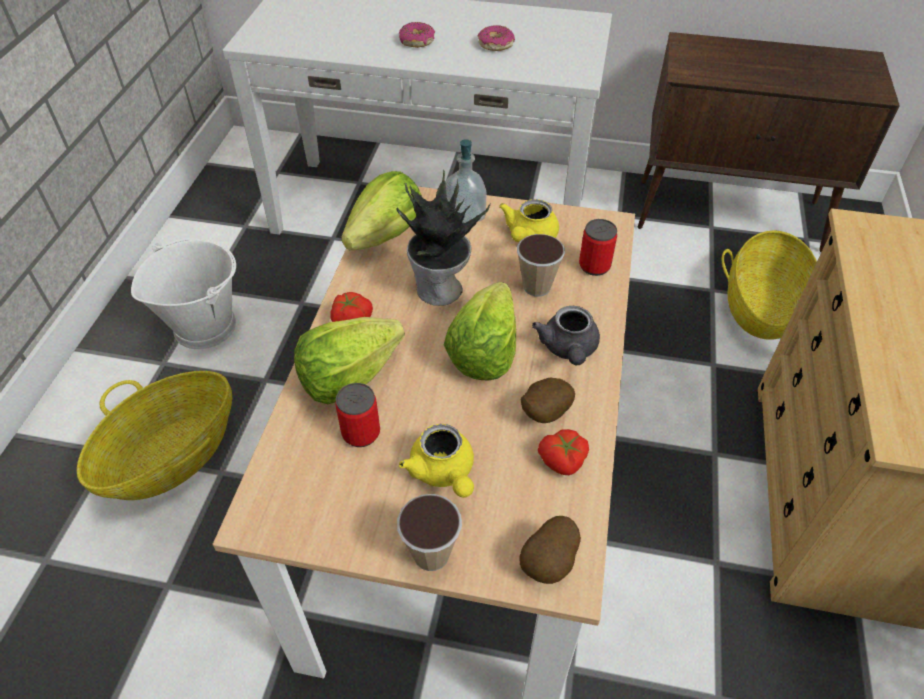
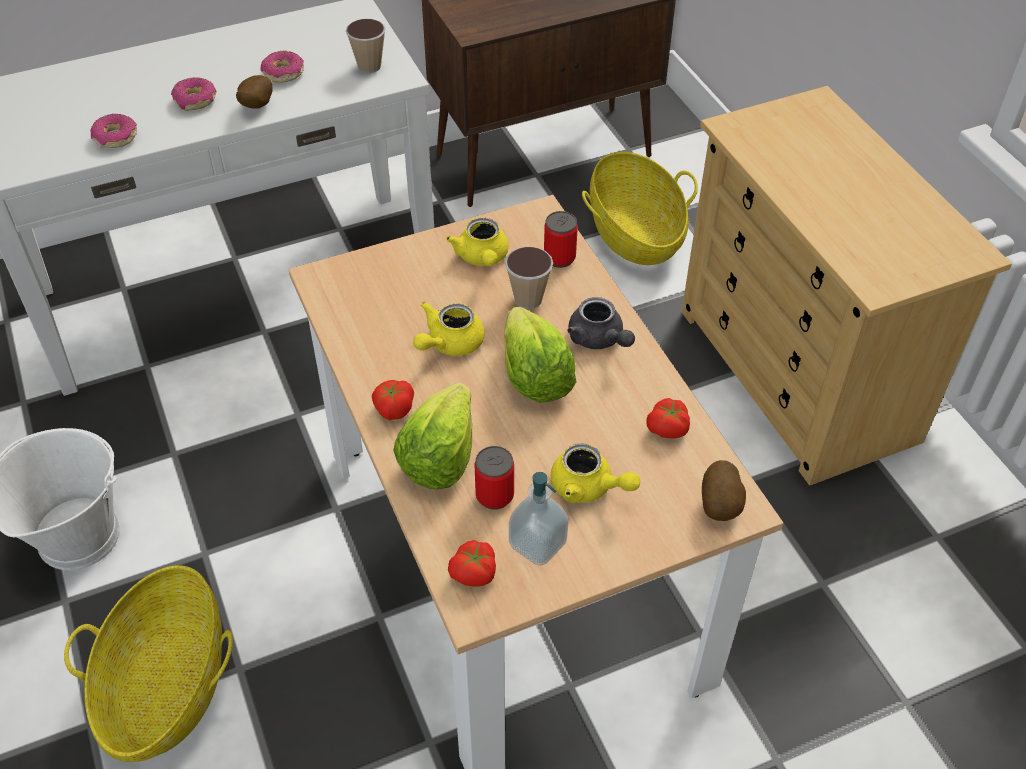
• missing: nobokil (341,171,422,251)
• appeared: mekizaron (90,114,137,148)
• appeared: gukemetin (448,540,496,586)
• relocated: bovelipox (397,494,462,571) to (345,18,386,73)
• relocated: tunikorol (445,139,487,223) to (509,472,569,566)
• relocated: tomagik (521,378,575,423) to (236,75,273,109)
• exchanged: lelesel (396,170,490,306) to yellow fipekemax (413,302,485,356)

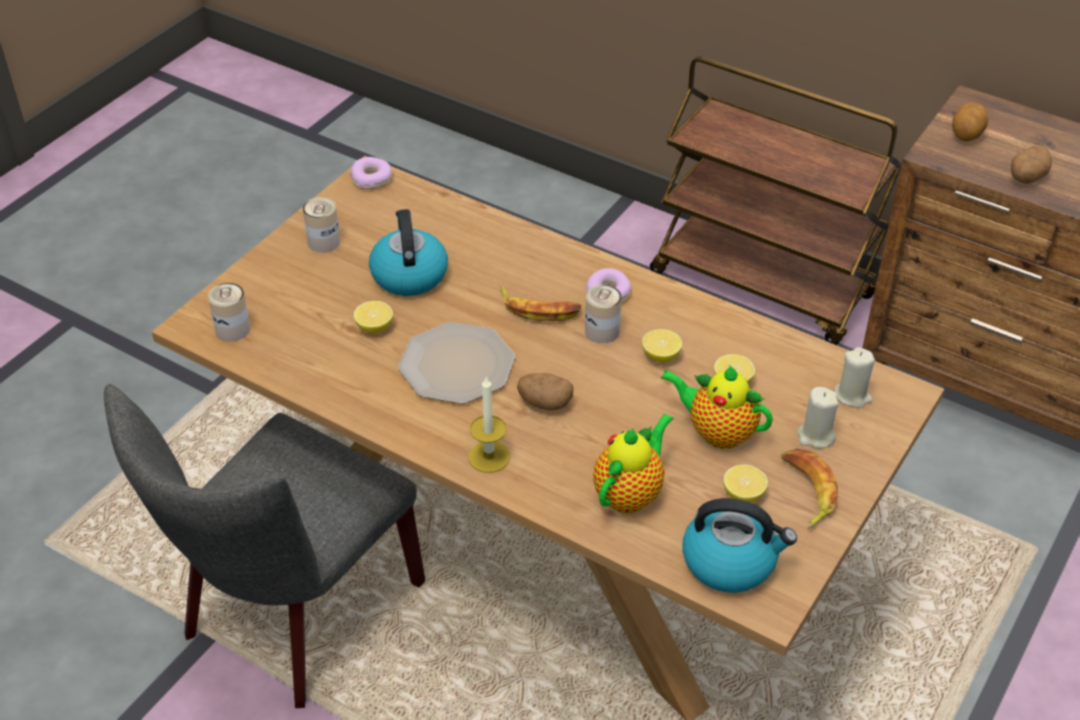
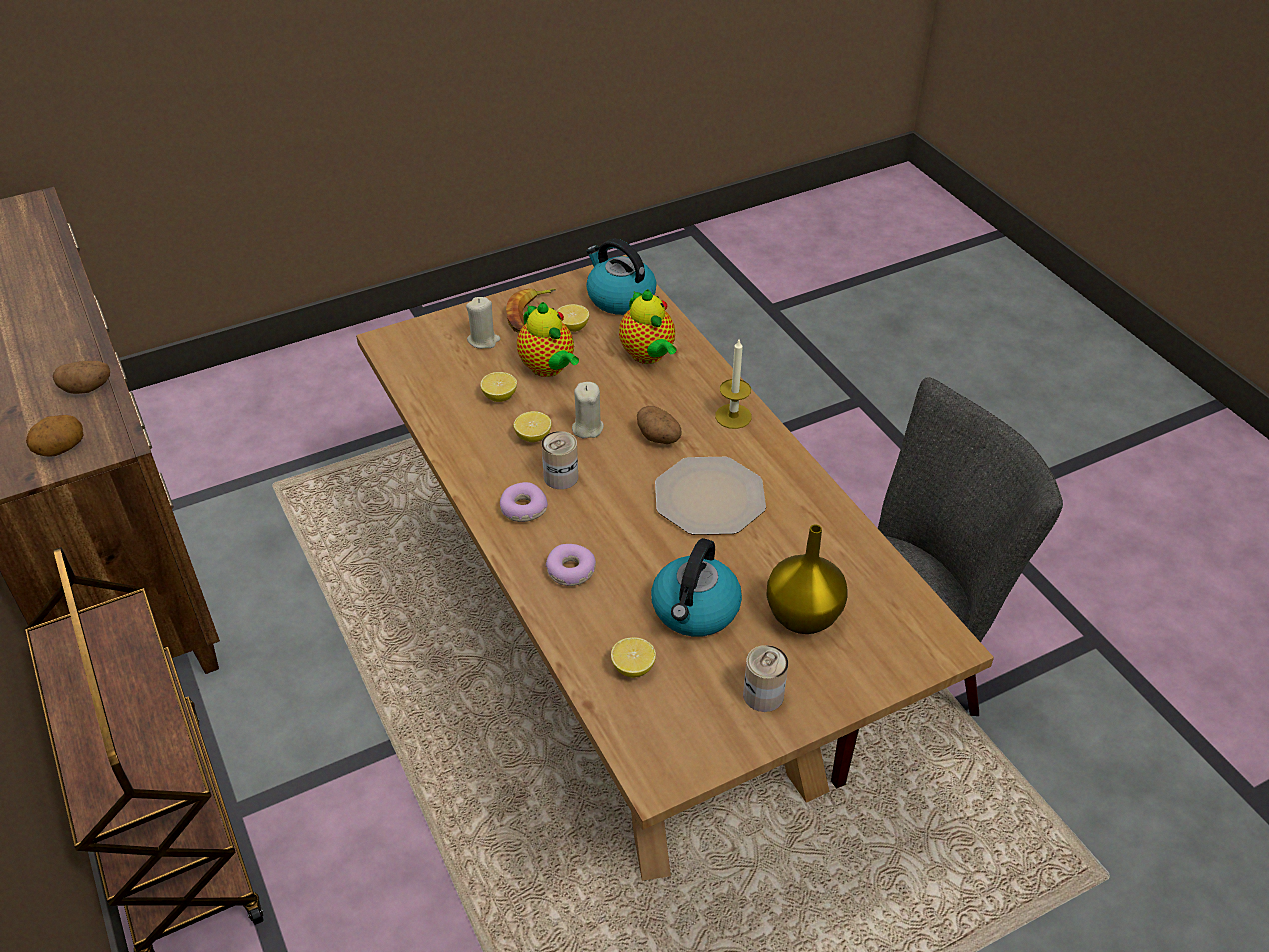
• missing: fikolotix (208,283,251,341)
• missing: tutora (500,286,582,321)
• appeared: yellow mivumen (766,524,847,634)
• relocated: mekizaron (350,157,392,189) to (546,544,596,586)
• relocated: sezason (354,301,393,333) to (611,637,656,678)
• relocated: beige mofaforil (834,347,875,408) to (572,382,604,438)
• spun: fipekemax (593,413,674,513) = (619,289,676,364) 90 degrees counterclockwise

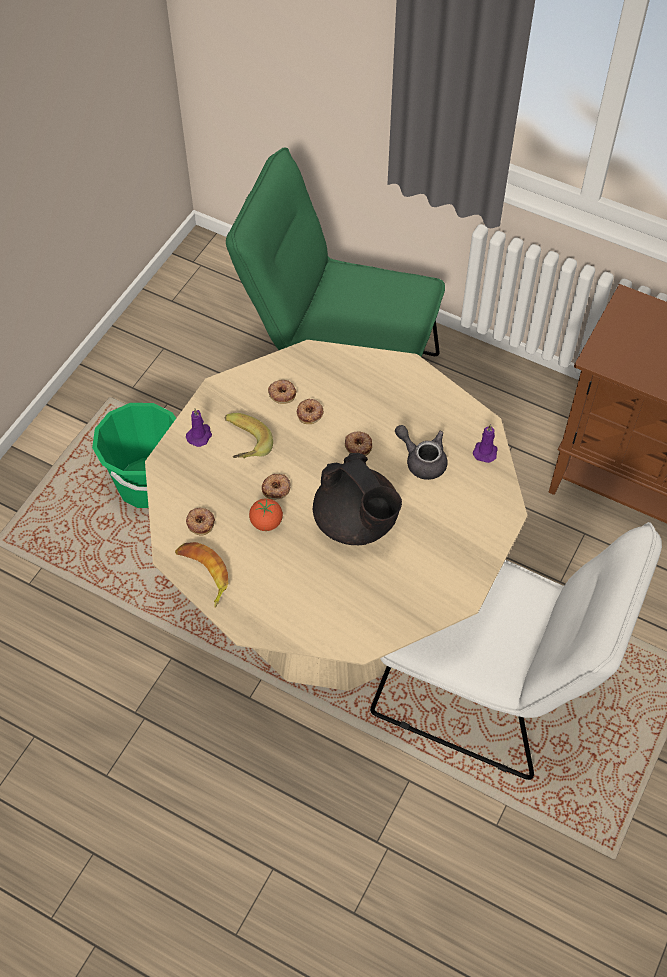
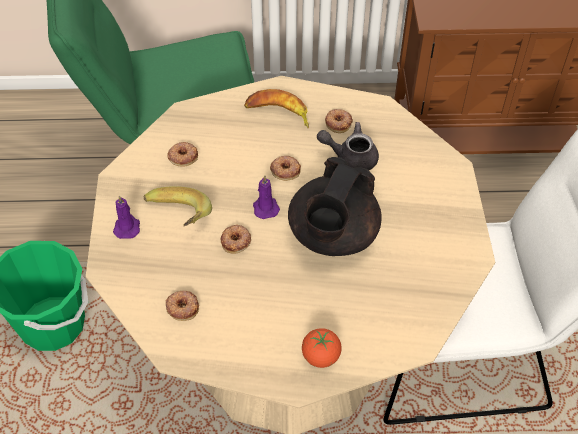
• relocated: tutora (175,542,228,608) to (244,89,309,129)
• relocated: gukemetin (249,498,283,531) to (302,328,342,368)
• relocated: mekizaron (297,399,324,424) to (325,109,353,133)
• relocated: purple mofaforil (473,424,498,463) to (253,175,280,219)
• spun: black fipekemax (313,453,402,545) = (288,157,382,256) 90 degrees clockwise

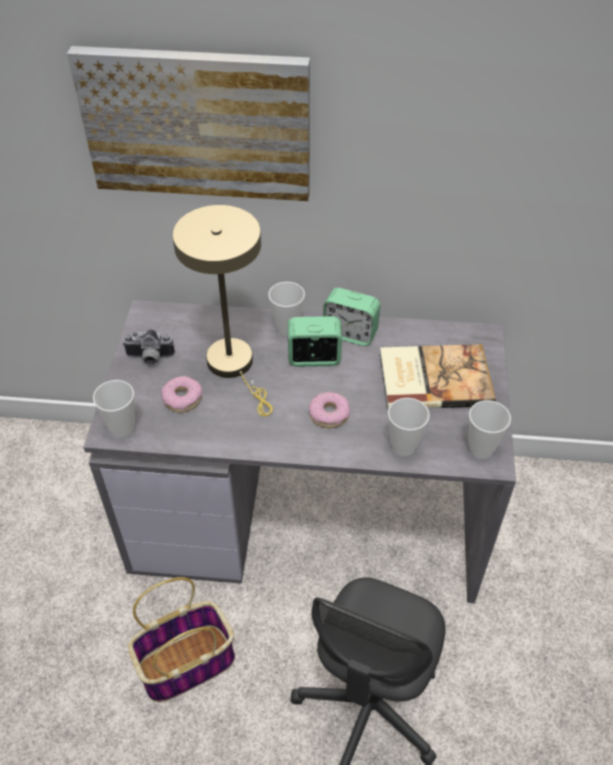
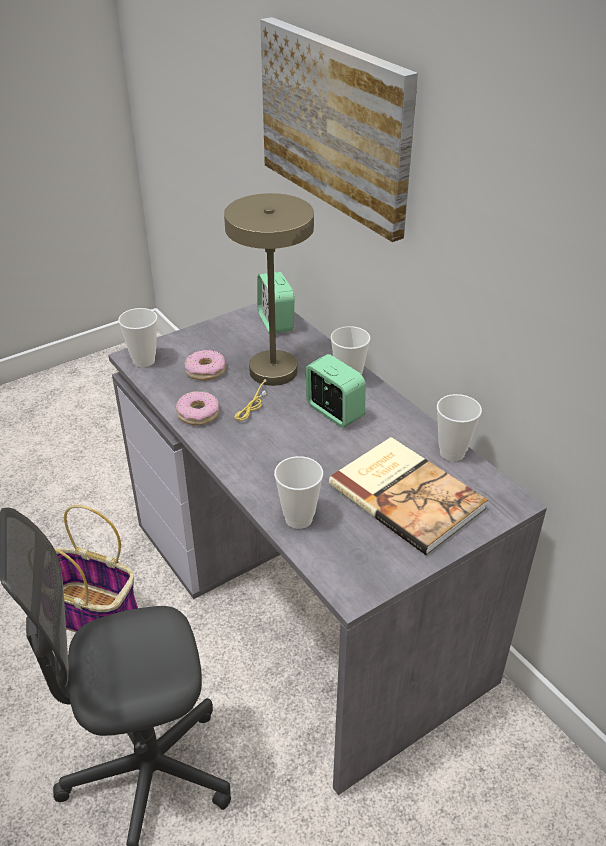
• missing: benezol (122,329,175,365)
• relocated: mekizaron (309,392,350,428) to (176,391,219,425)
• relocated: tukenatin (323,288,380,346) to (257,272,295,333)
• relocated: bovelipox (469,400,511,459) to (437,394,482,461)

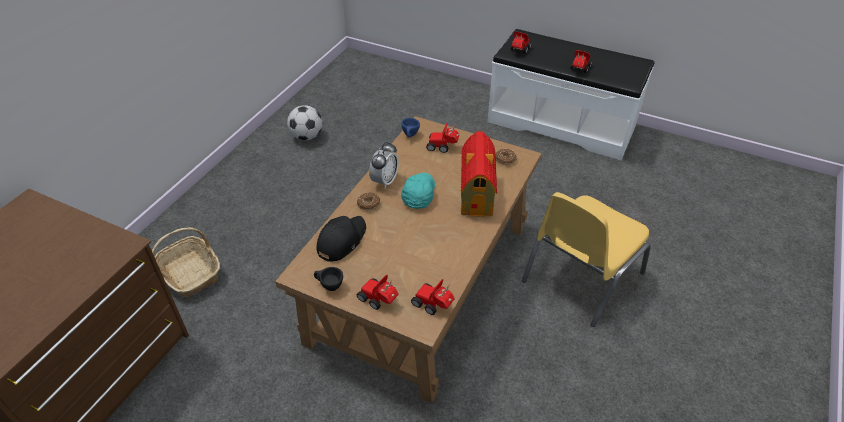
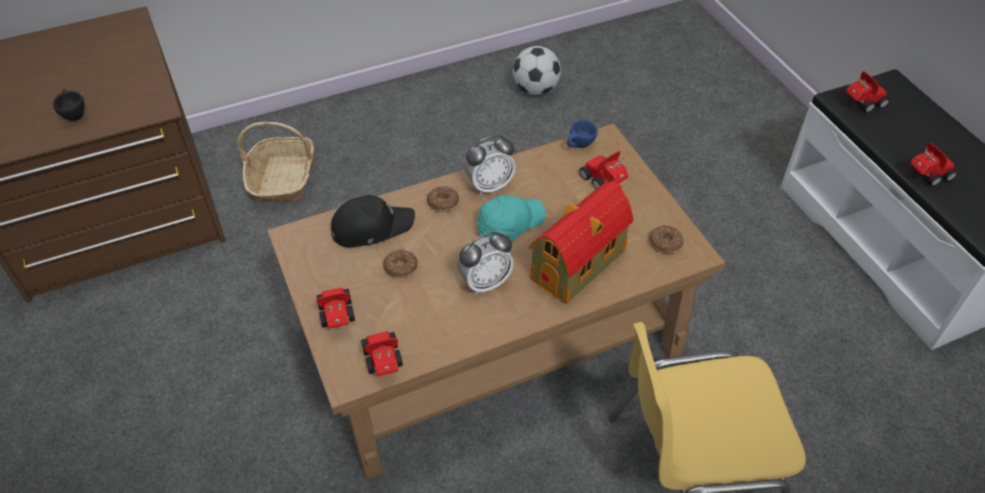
• appeared: mekizaron (383,249,418,278)
• appeared: tukenatin (457,232,514,294)
• relocated: black bovelipox (314,267,343,291) to (53,89,84,121)

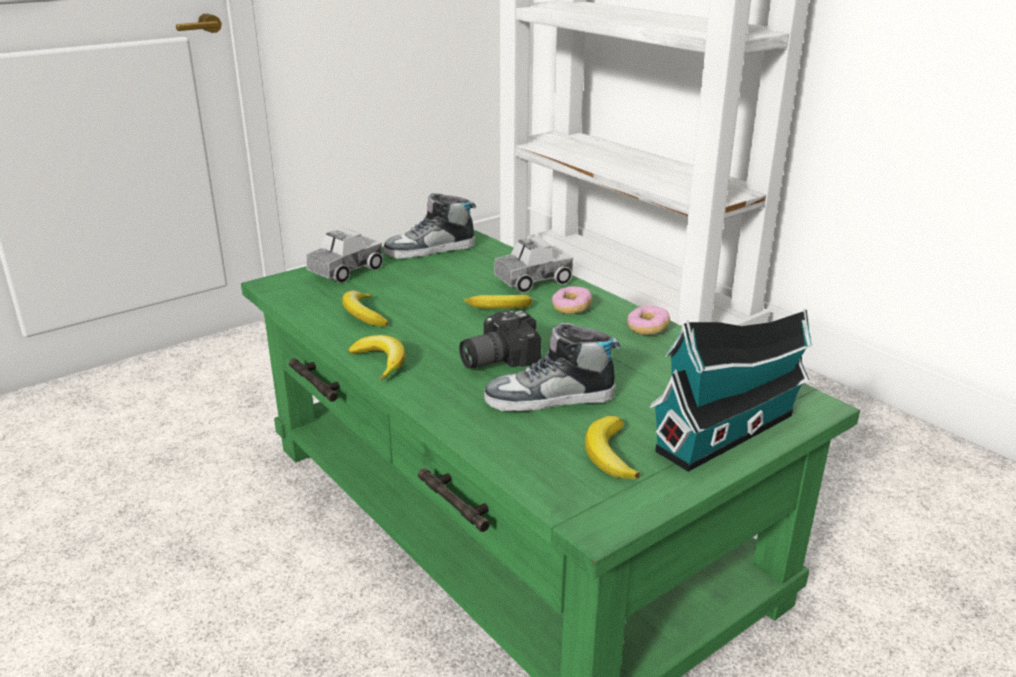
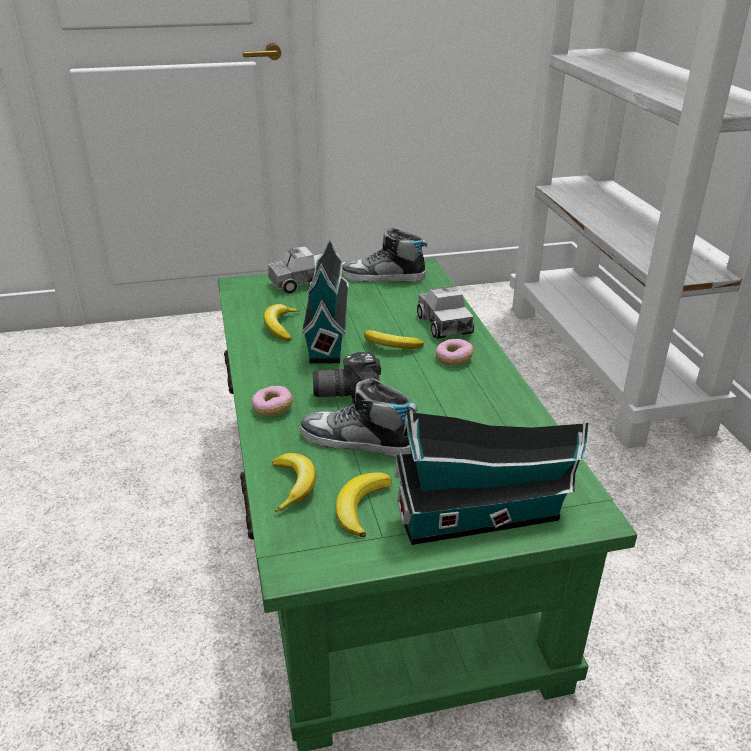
• appeared: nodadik (301,239,349,364)
• relocated: tutora (348,335,406,380) to (272,453,316,512)
• relocated: mekizaron (627,306,670,334) to (252,386,293,416)
• spun: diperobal (494,237,573,293) = (417,286,474,339) 75 degrees clockwise

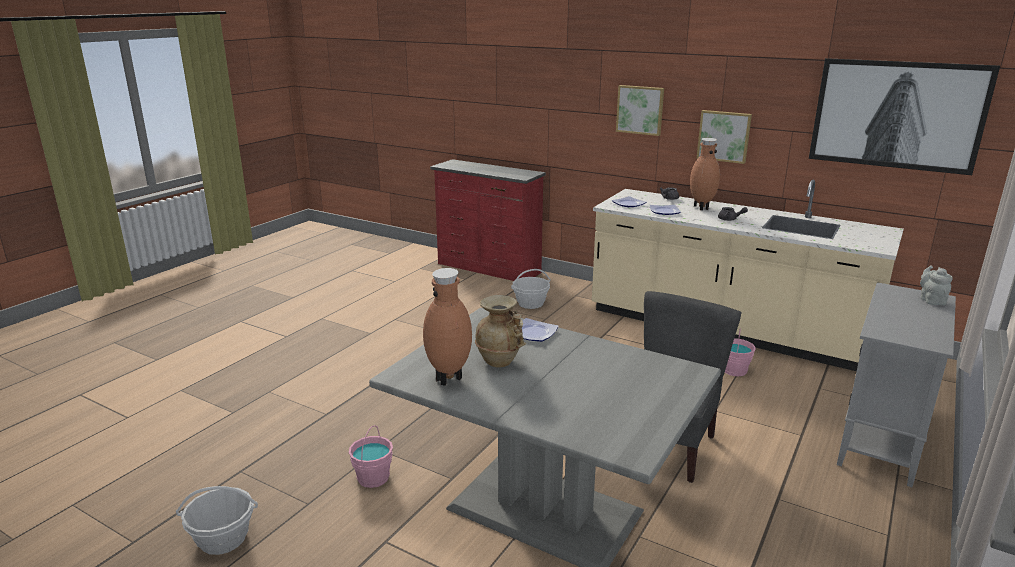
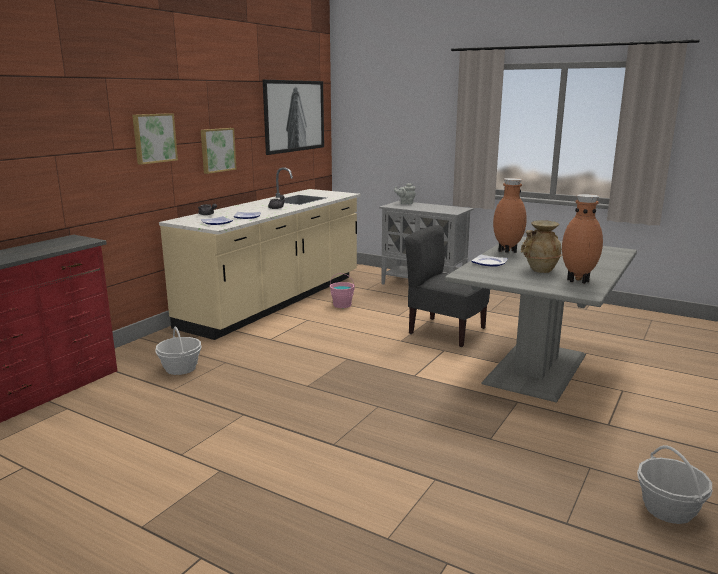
• missing: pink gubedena (349,425,393,488)
• relocated: brown mivumen (690,138,720,210) to (493,178,527,253)

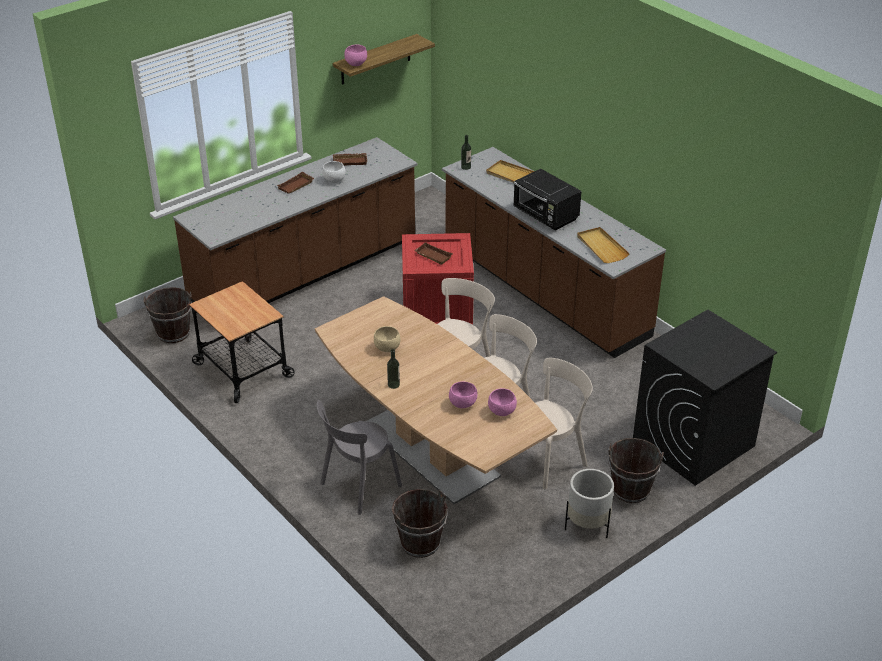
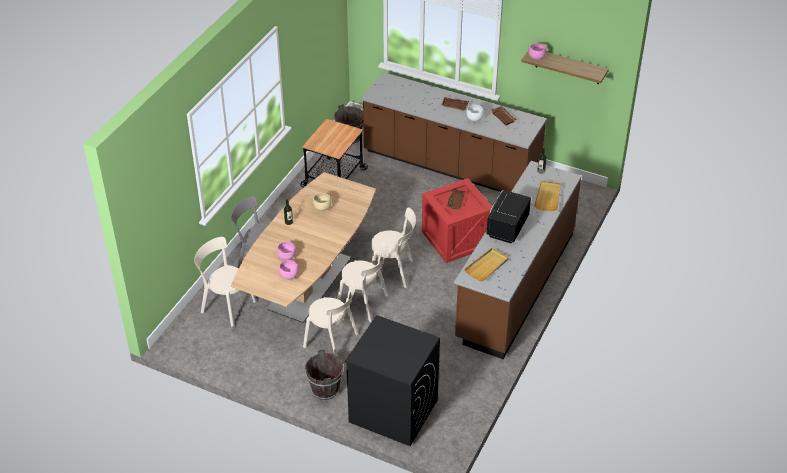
• missing: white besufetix (565,469,614,538)
• exchanged: brown gubedena (392,489,448,558) to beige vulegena (194,237,256,327)

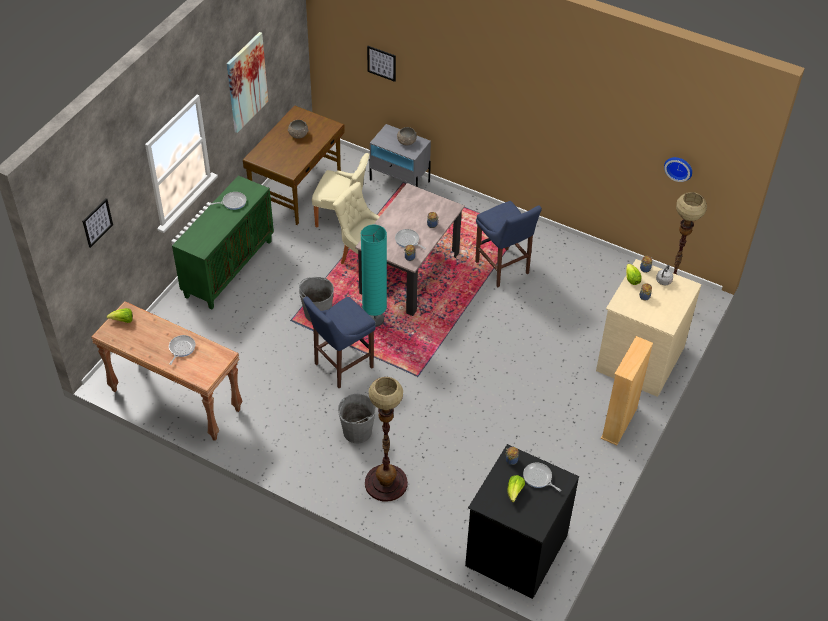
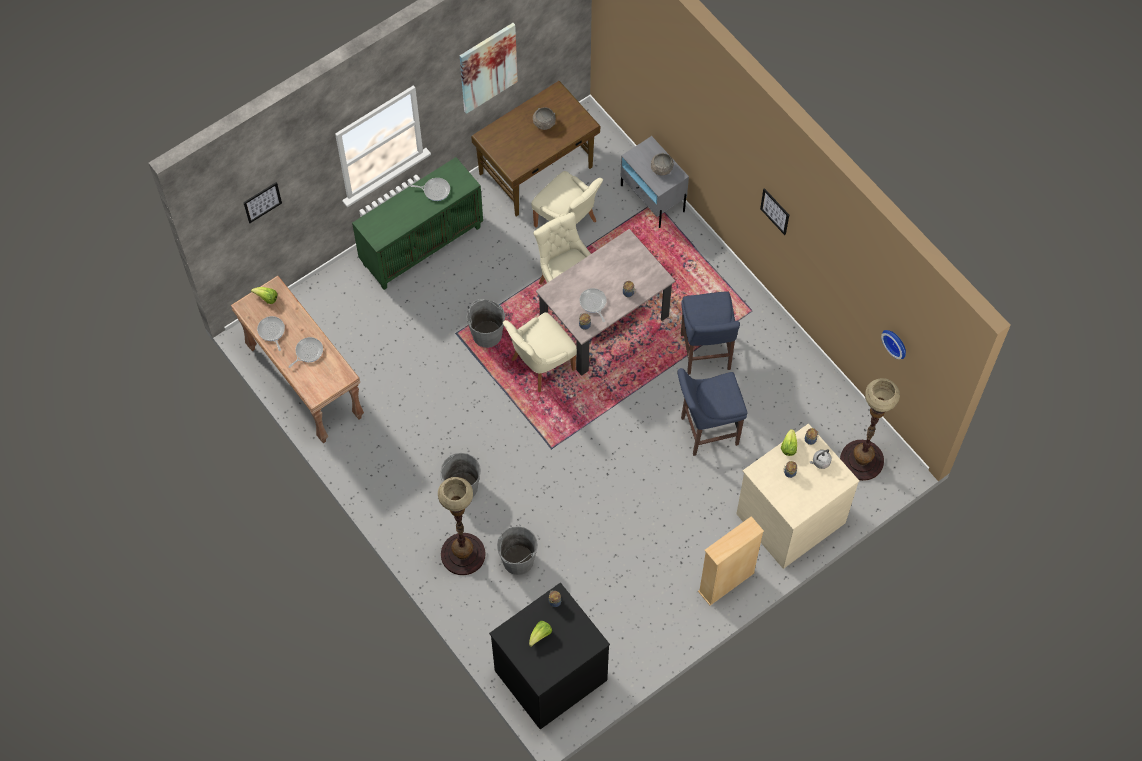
• appeared: grey gubedena (497,526,538,575)
• relocated: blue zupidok (303,296,376,388) to (677,368,747,456)
• relocated: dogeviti (367,46,396,82) to (760,188,789,235)
• relocated: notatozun (523,463,561,492) to (257,316,285,351)
• exchanged: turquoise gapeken (361,224,387,327) to beige vulegena (503,312,577,392)

